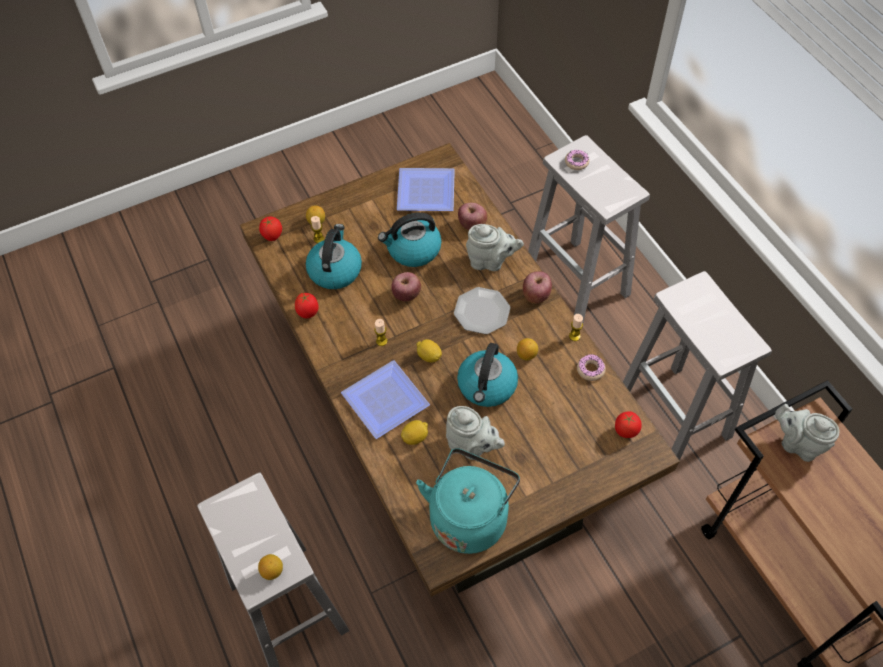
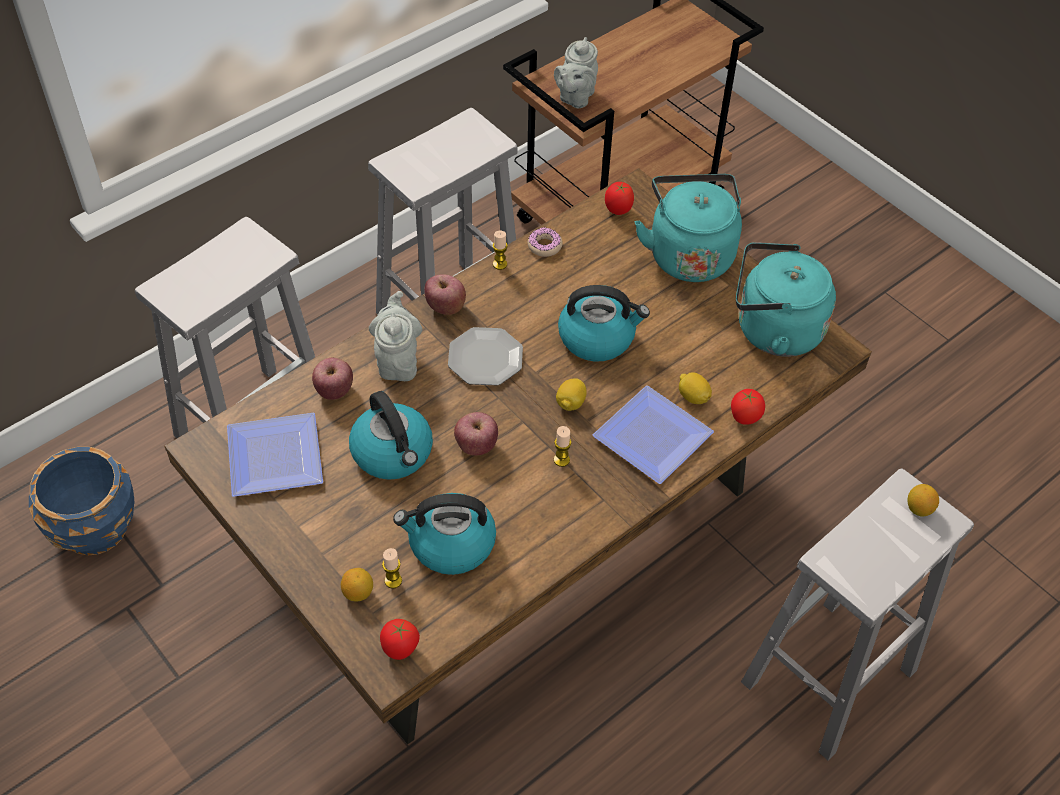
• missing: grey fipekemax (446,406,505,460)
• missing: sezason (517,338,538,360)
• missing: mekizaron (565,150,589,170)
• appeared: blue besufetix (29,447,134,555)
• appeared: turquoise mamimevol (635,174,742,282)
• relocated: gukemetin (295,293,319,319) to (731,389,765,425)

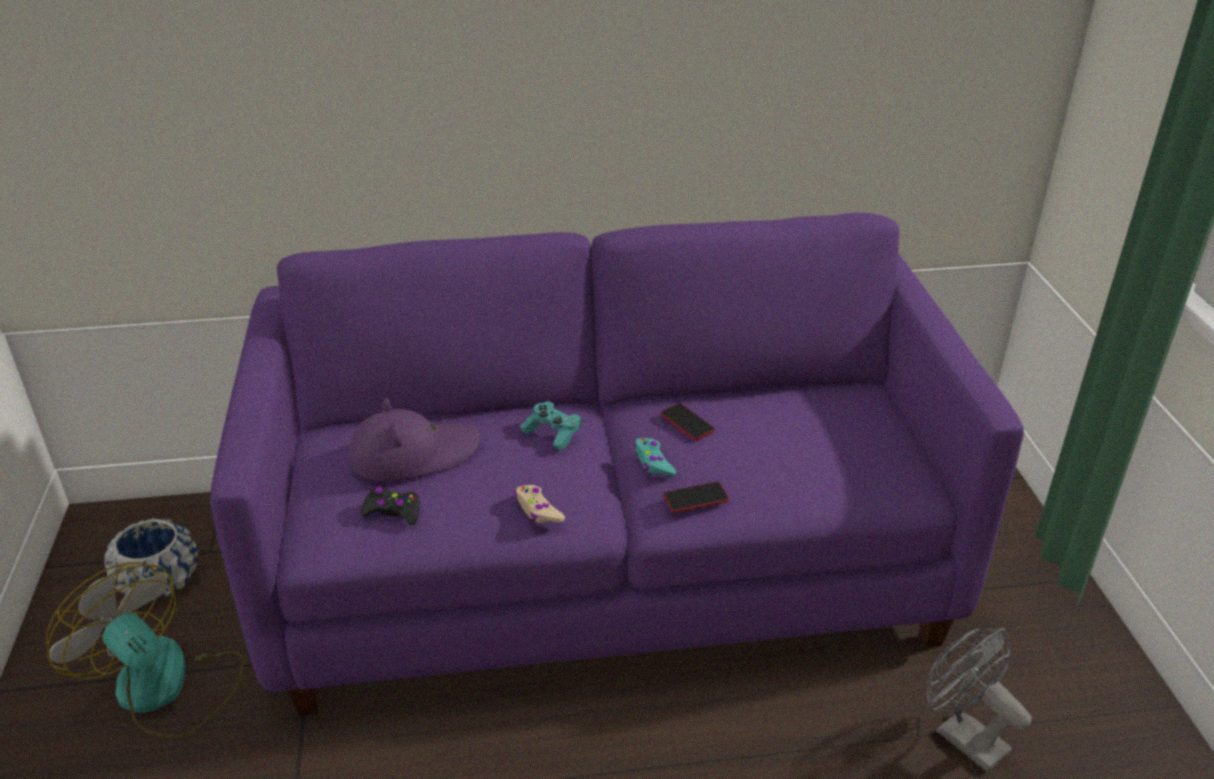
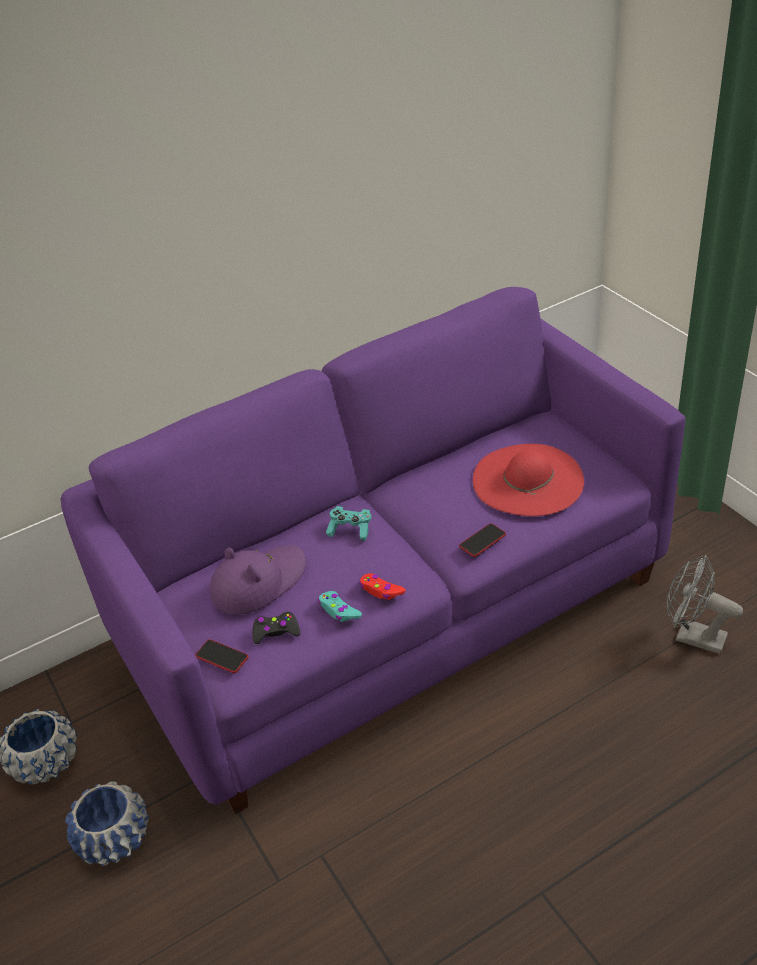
• appeared: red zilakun (473,444,584,516)
• relocated: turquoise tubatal (634,438,676,477) to (318,591,362,622)
• relocated: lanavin (660,404,715,440) to (195,639,248,673)
• exchanged: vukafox (46,562,244,738) to blue besufetix (65,781,149,866)
• colour: beige tubatal (515,485,565,523) to red tubatal (359,573,406,600)

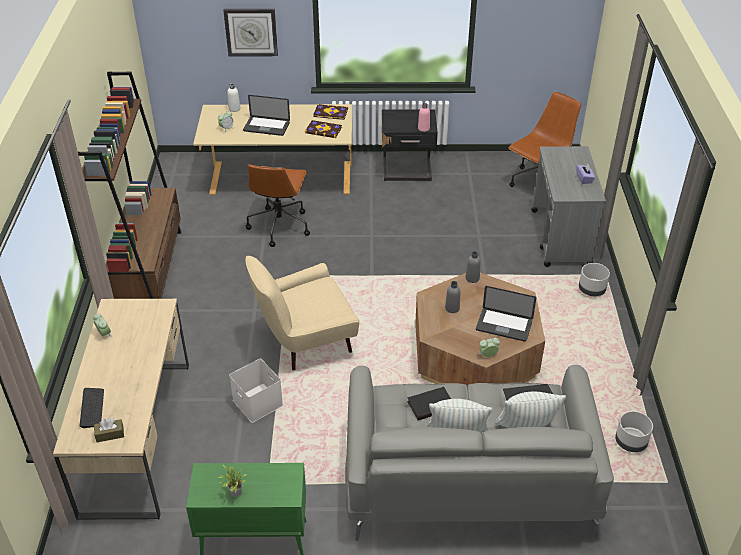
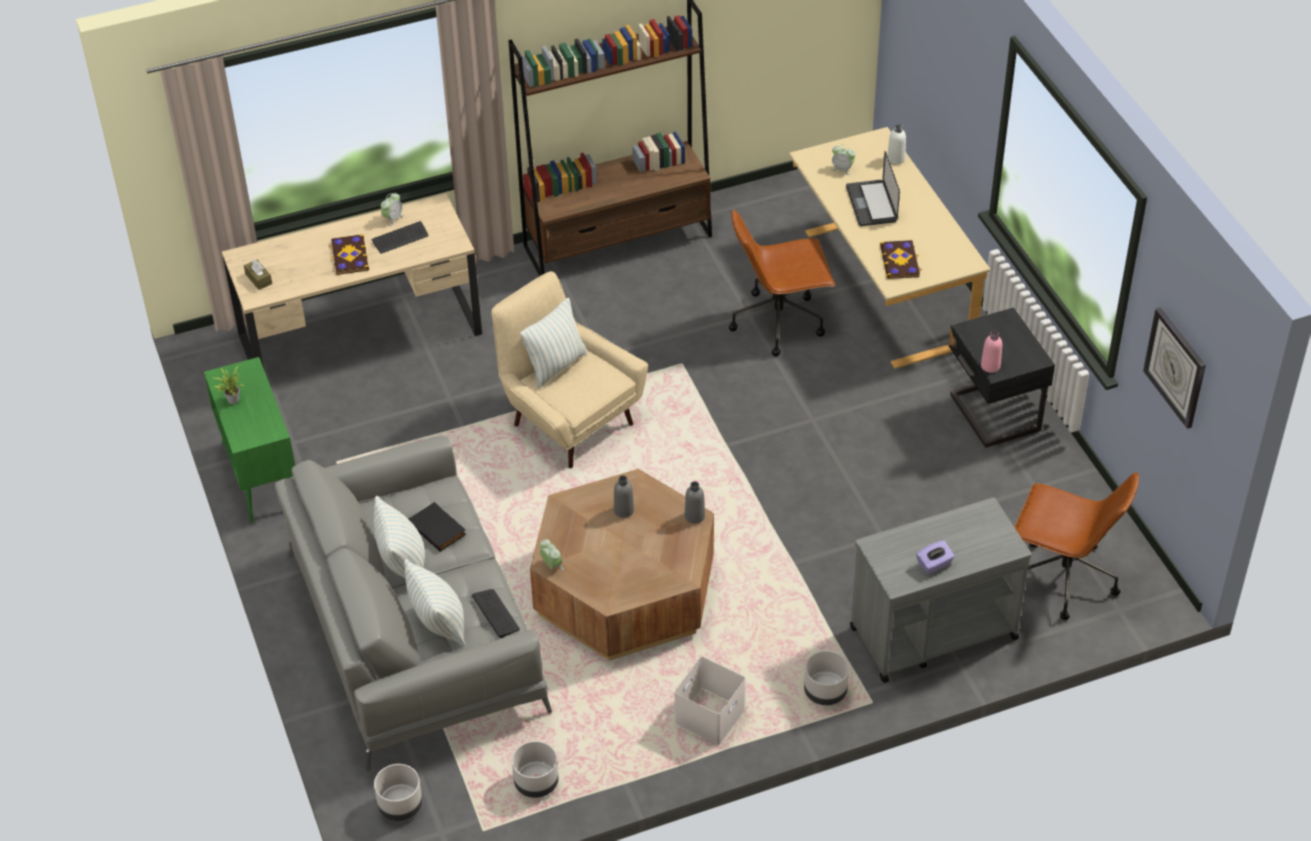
• missing: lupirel (476,286,536,342)
• appeared: grey besufetix (374,764,423,821)
• appeared: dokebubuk (520,298,587,388)
• relocated: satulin (79,388,104,428) to (371,221,429,254)
• relocated: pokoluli (223,9,278,57) to (1143,308,1206,429)
• relocated: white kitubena (229,359,283,423) to (674,656,746,745)
• relocated: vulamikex (313,104,348,120) to (329,234,369,275)

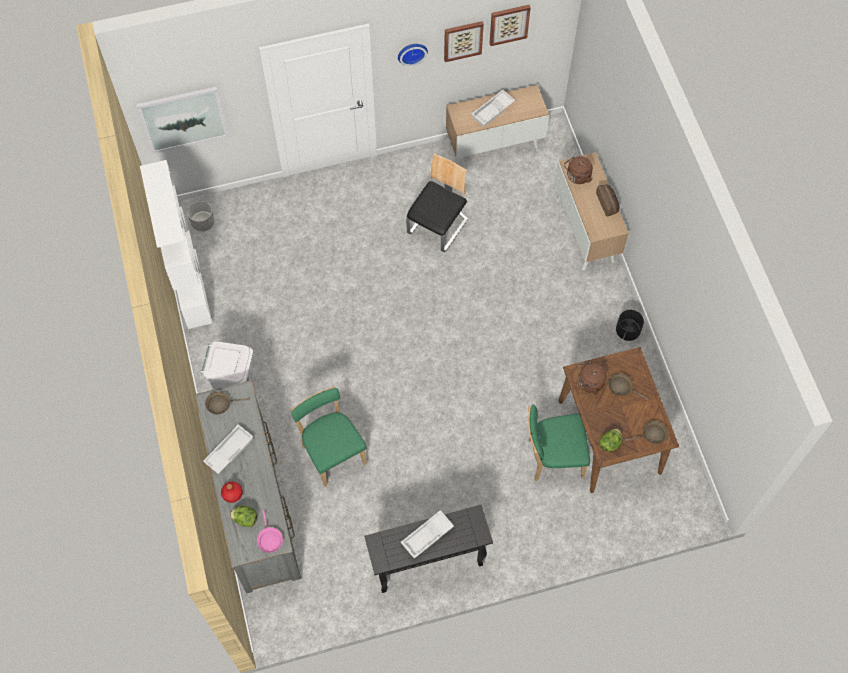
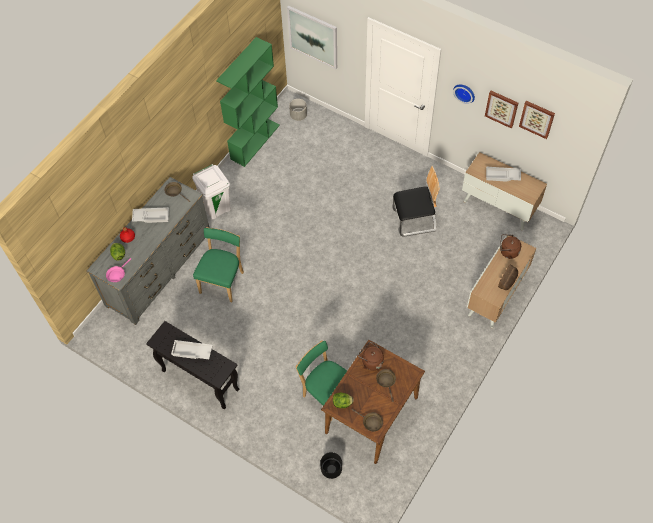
• relocated: black besufetix (616,310,644,341) to (320,452,342,479)
• colour: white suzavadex (140,160,212,329) to green suzavadex (216,37,280,167)

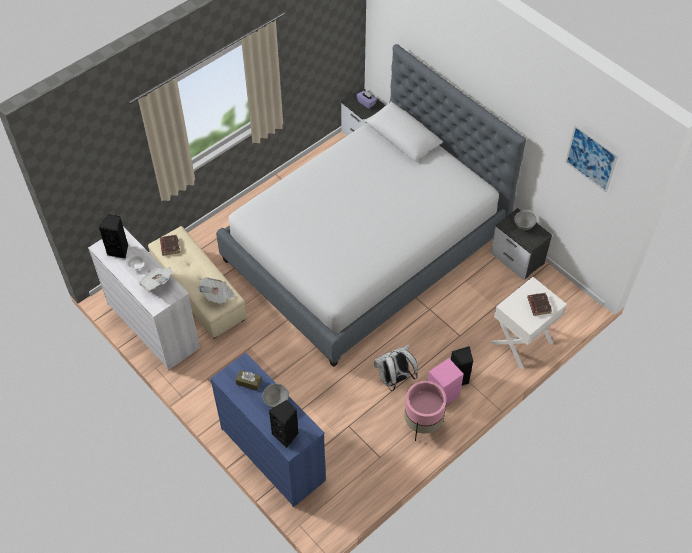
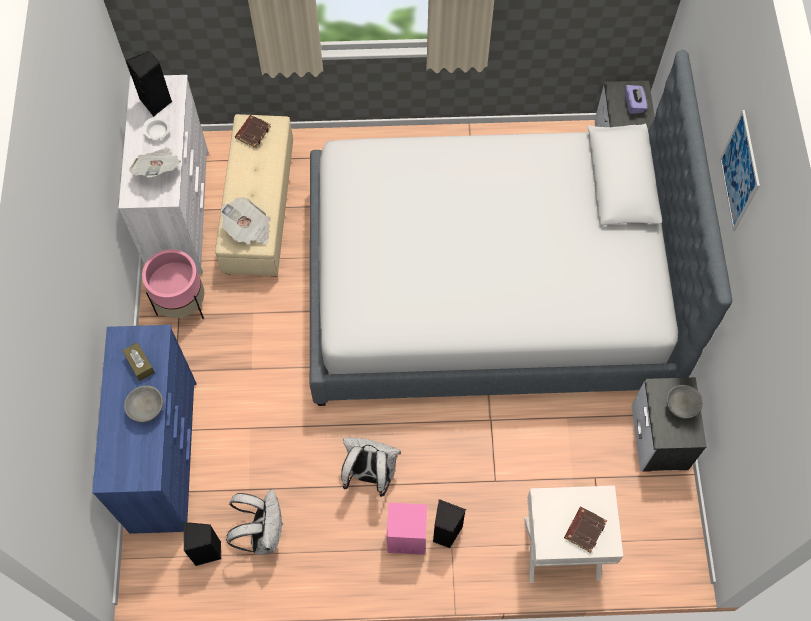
• appeared: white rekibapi (226,490,283,555)
• relocated: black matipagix (269,400,298,448) to (184,522,221,566)
• relocated: pink besufetix (404,381,447,441) to (142,249,204,319)
• relocated: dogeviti (565,125,619,192) to (720,110,760,231)

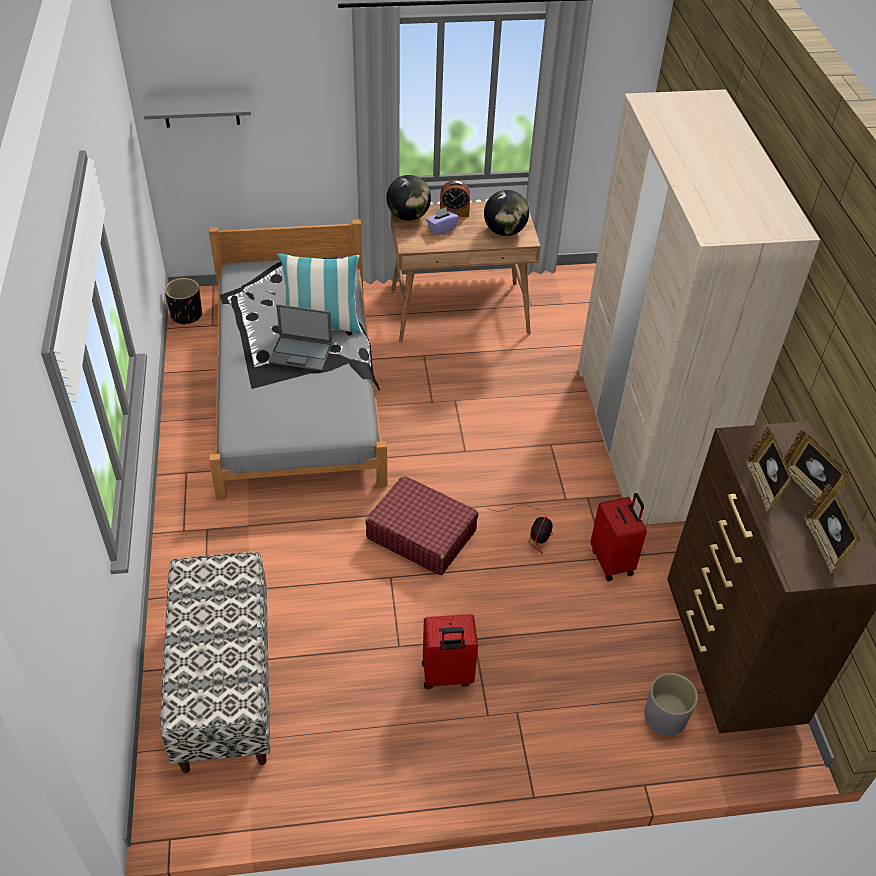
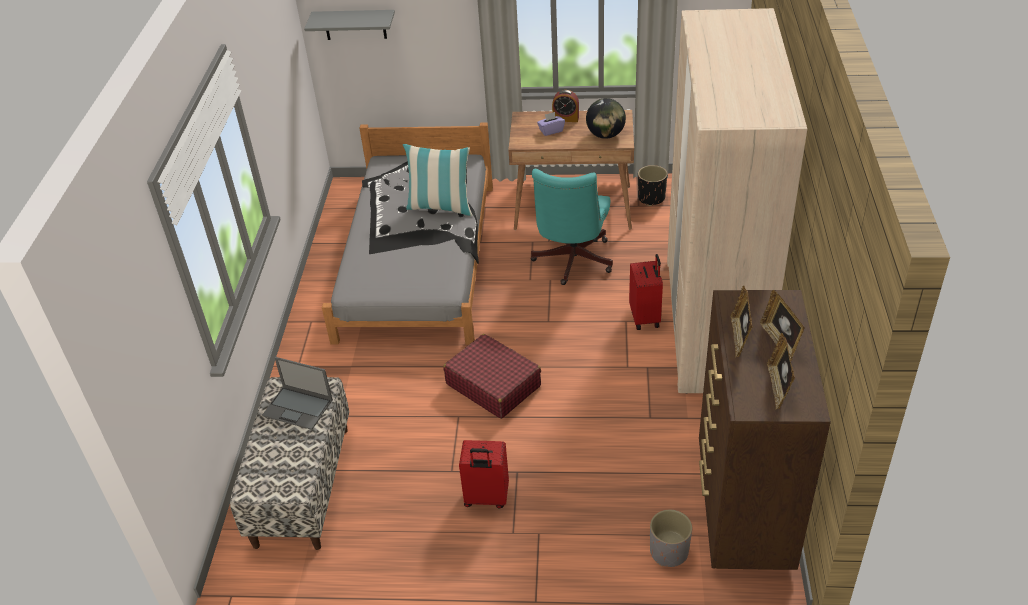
• missing: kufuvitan (386,175,431,221)
• missing: vukafox (490,505,553,554)
• appeared: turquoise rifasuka (531,169,613,285)
• relocated: black besufetix (164,278,202,325) to (638,165,667,206)
• relocated: lupirel (268,304,332,371) to (262,357,333,430)
• relocated: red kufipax (591,493,647,581) to (629,254,663,330)

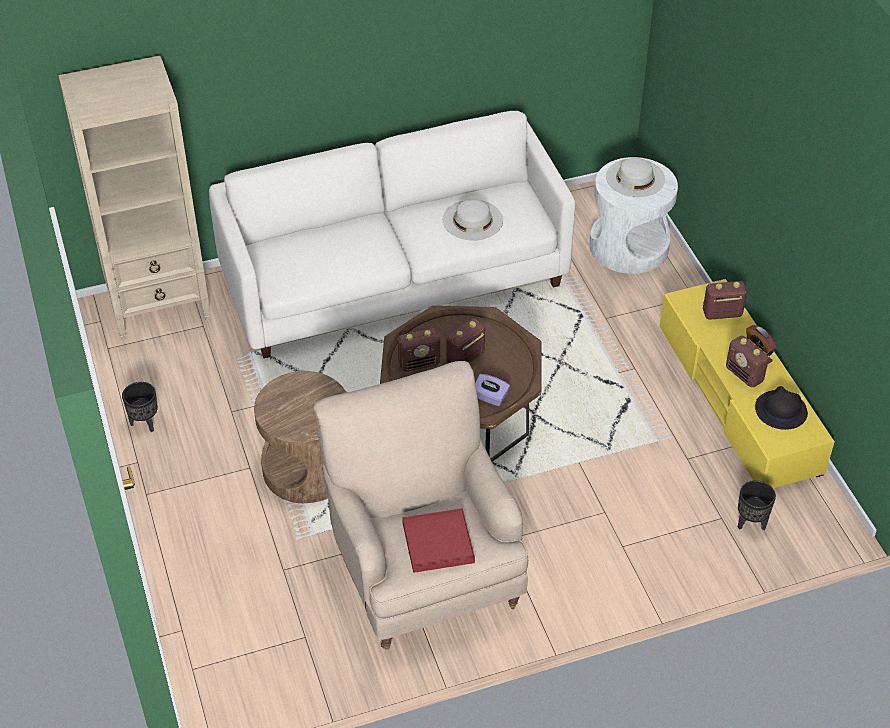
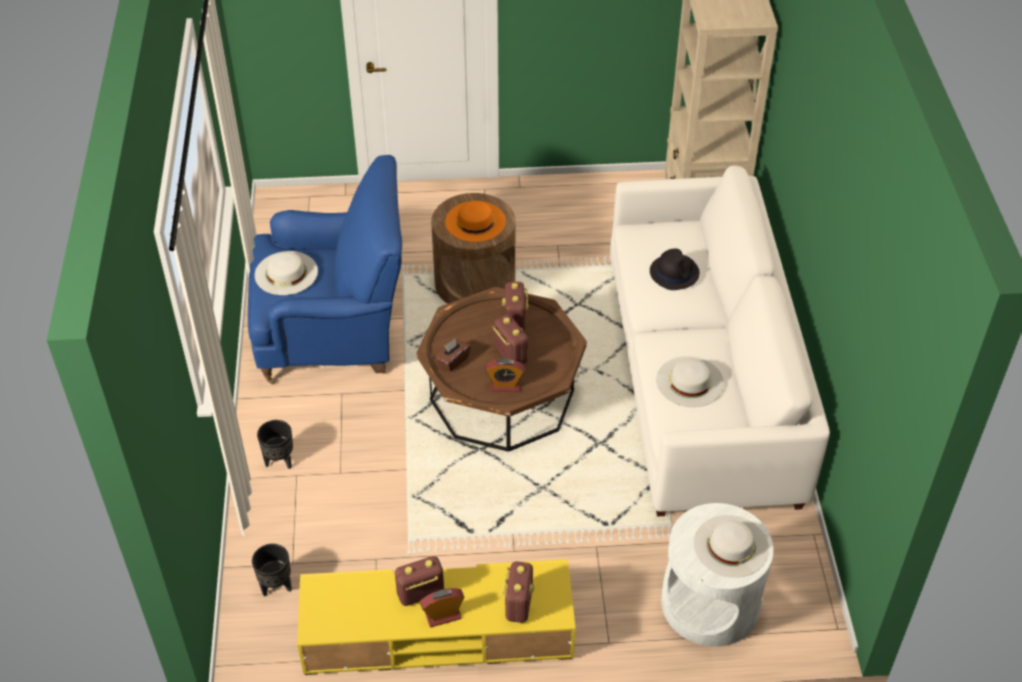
• appeared: orange zilakun (445,201,506,242)
• appeared: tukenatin (486,359,525,392)
• relocated: black besufetix (122,382,158,432) to (257,420,293,469)
• relocated: black zilakun (755,386,808,430) to (650,249,700,290)
• exchanged: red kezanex (402,508,475,573) to white zilakun (255,251,318,295)
• colour: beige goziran (313,361,528,650) to blue goziran (248,155,402,385)
• colour: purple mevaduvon (475,374,510,406) to brown mevaduvon (435,339,471,371)

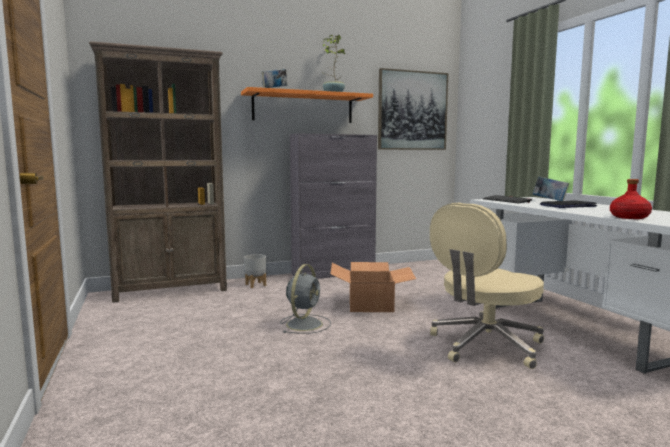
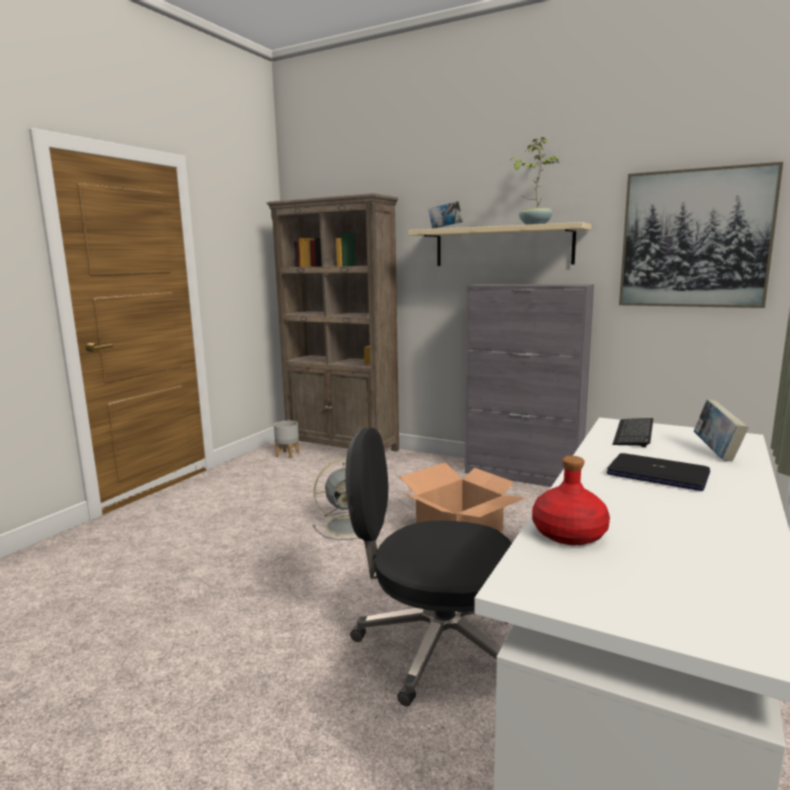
• relocated: grey besufetix (244,254,266,288) to (274,421,300,459)
• colour: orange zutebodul (241,87,373,123) to beige zutebodul (408,222,592,266)
• colour: beige rifasuka (430,203,544,369) to black rifasuka (345,428,512,706)

